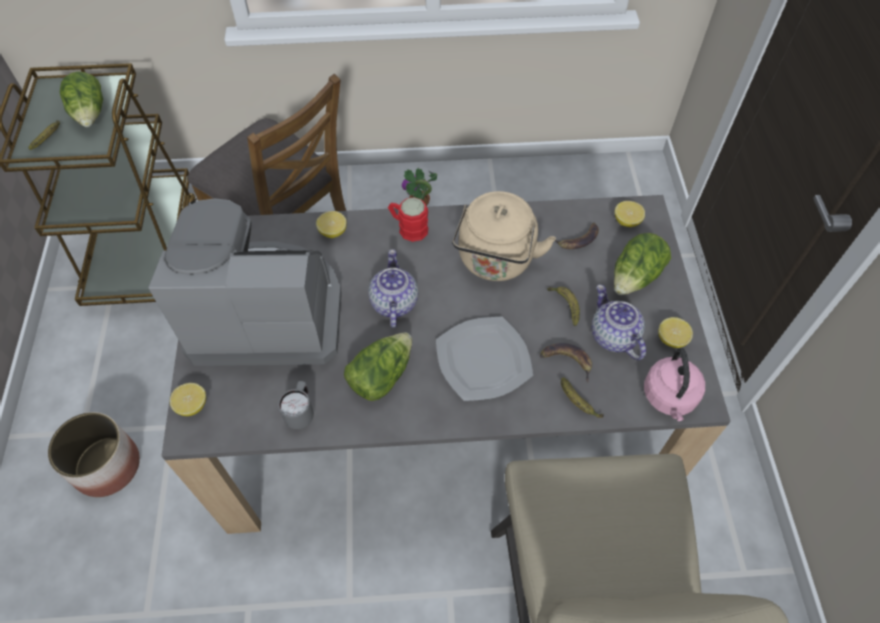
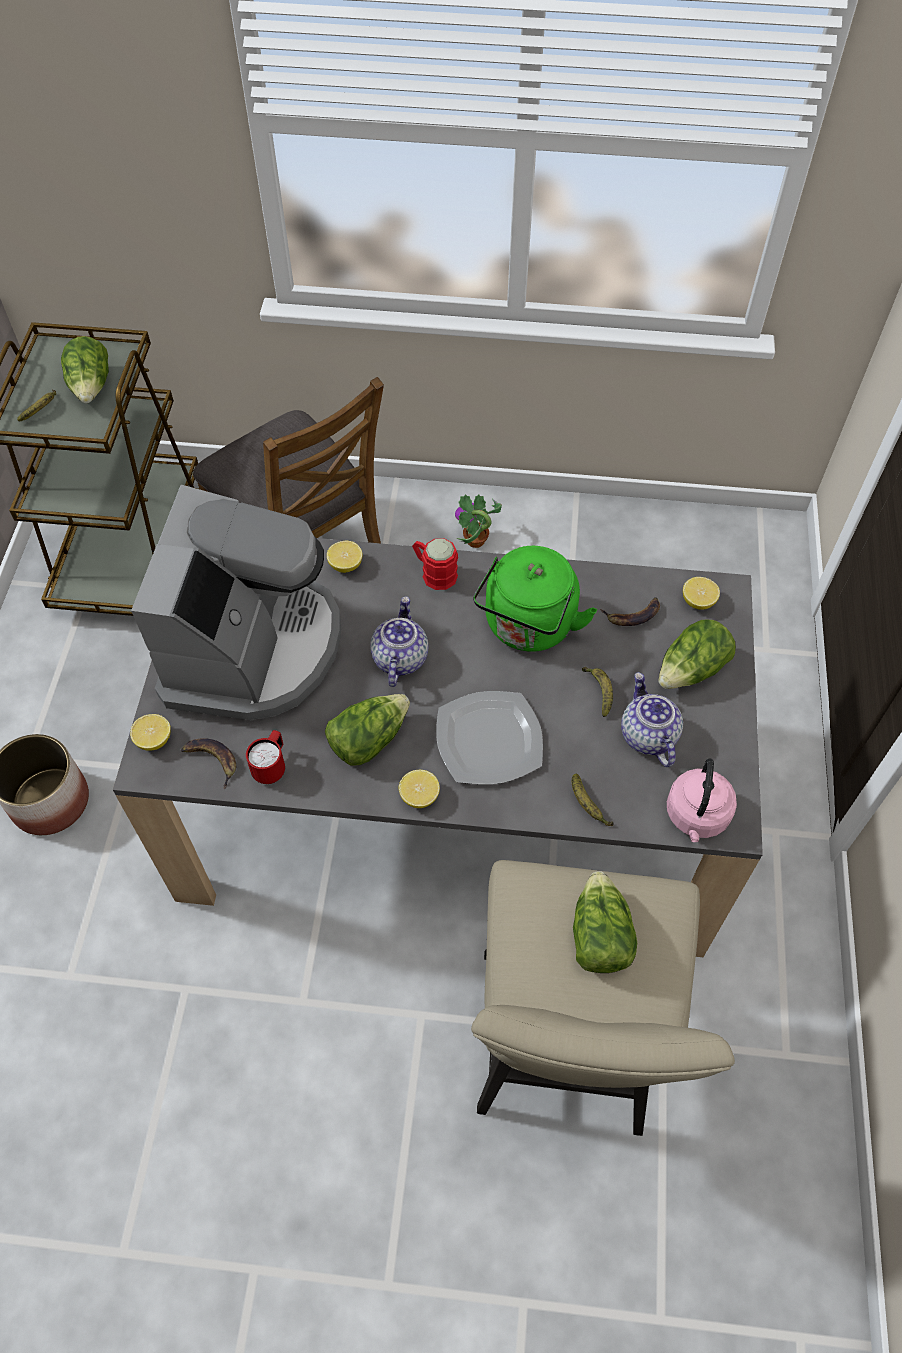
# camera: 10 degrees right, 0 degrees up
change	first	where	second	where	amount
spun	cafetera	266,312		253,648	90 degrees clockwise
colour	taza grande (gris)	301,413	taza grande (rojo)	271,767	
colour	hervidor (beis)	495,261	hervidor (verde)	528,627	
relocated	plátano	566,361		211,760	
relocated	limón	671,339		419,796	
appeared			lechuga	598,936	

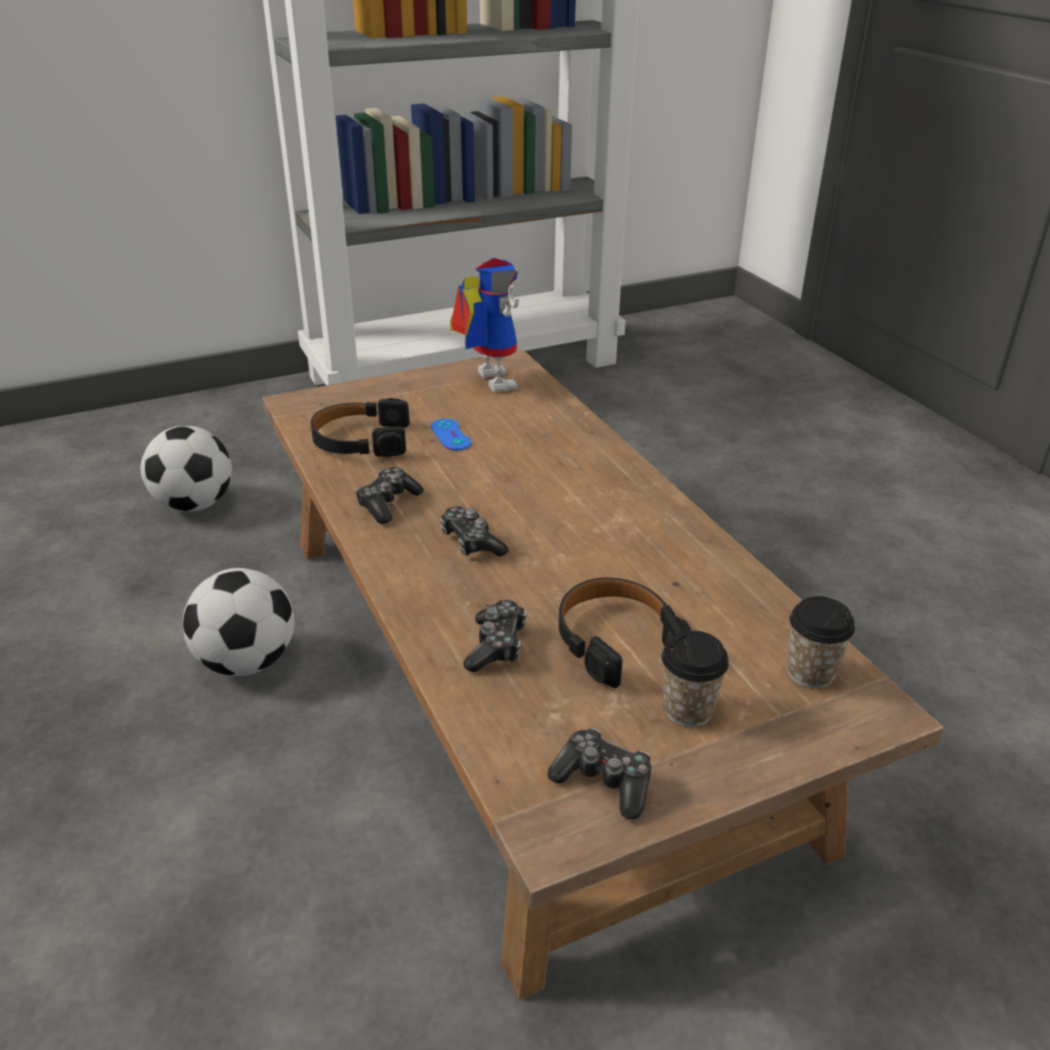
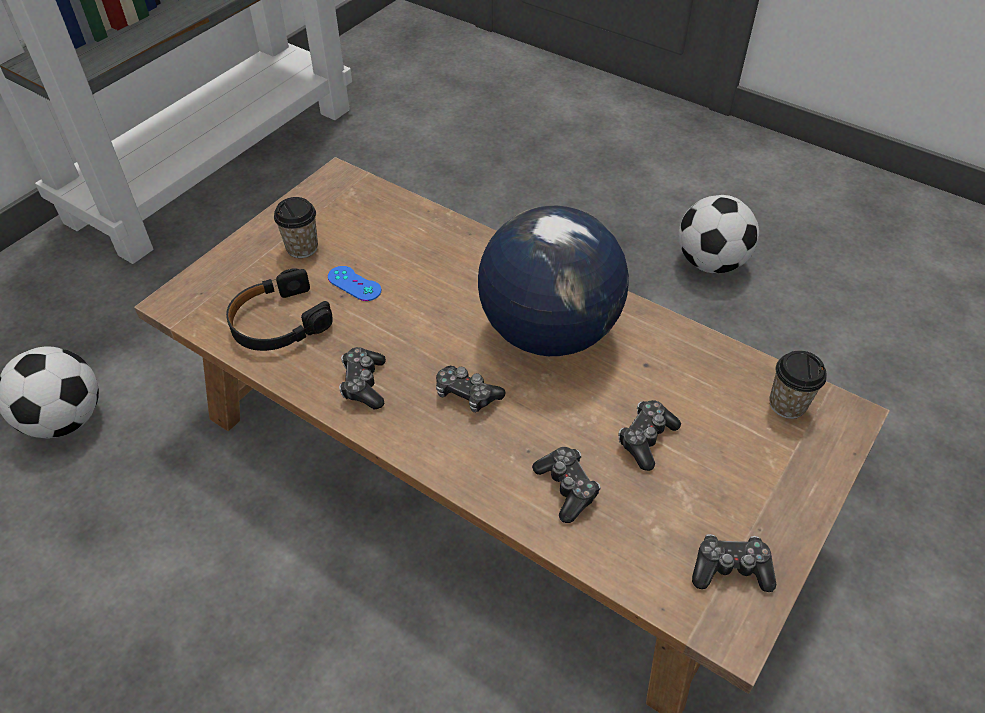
# camera: 30 degrees left, 15 degrees up
change	first	where	second	where	amount
relocated	balón de fútbol	247,662		711,262	
missing	robot de juguete	487,380			
exchanged	auriculares (negro)	616,640	mando de consola	646,439	
relocated	taza	688,710		302,248	
appeared			globo terráqueo	549,331	

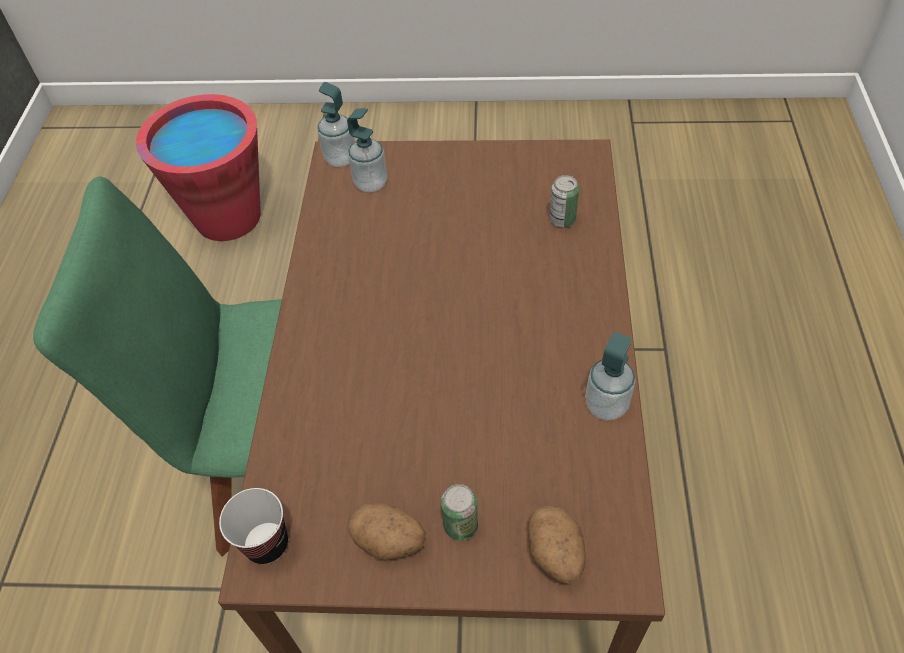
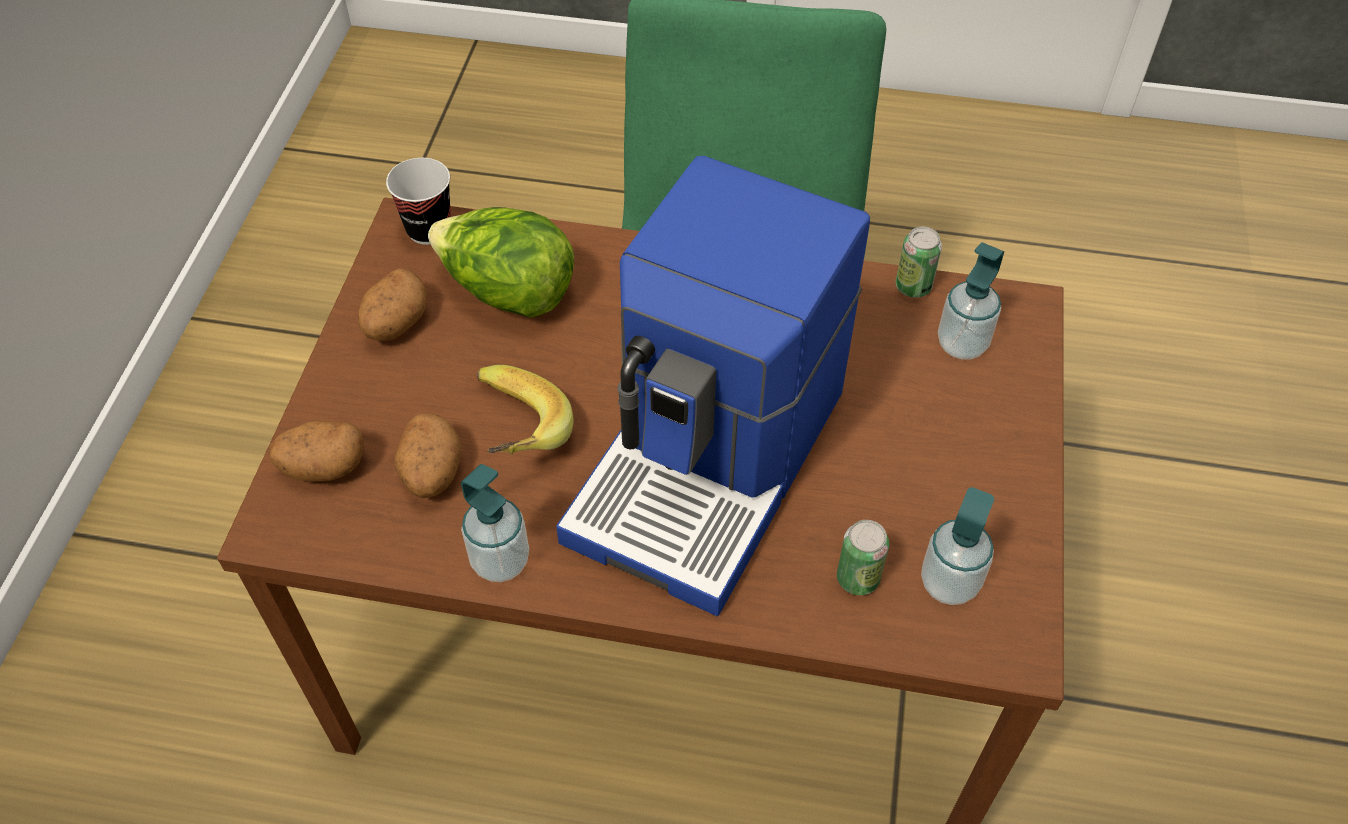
# camera: 95 degrees right, 0 degrees up
change	first	where	second	where	amount
missing	cubo (rojo)	228,217			
relocated	dispensador de jabón	340,158		949,583	
relocated	lata	460,526		913,286	
appeared			patata	432,473	
appeared			lechuga	508,293	
appeared			plátano	512,435	
appeared			cafetera	712,464	

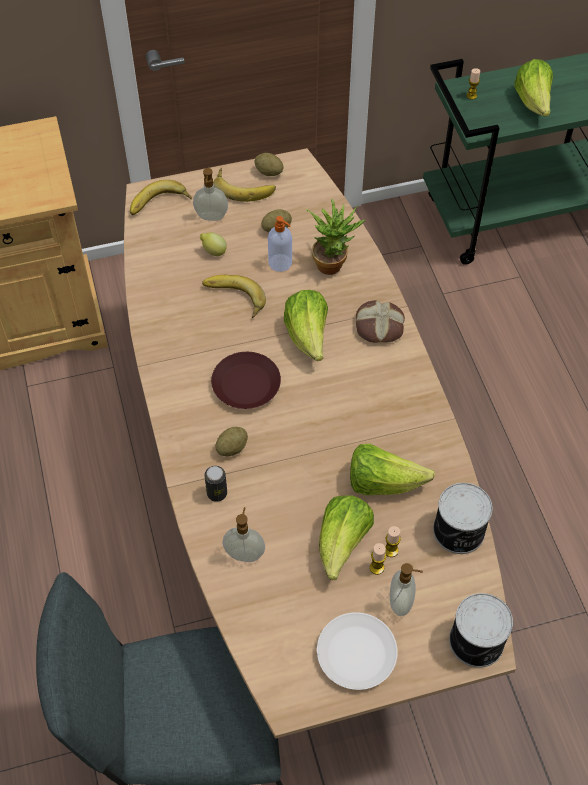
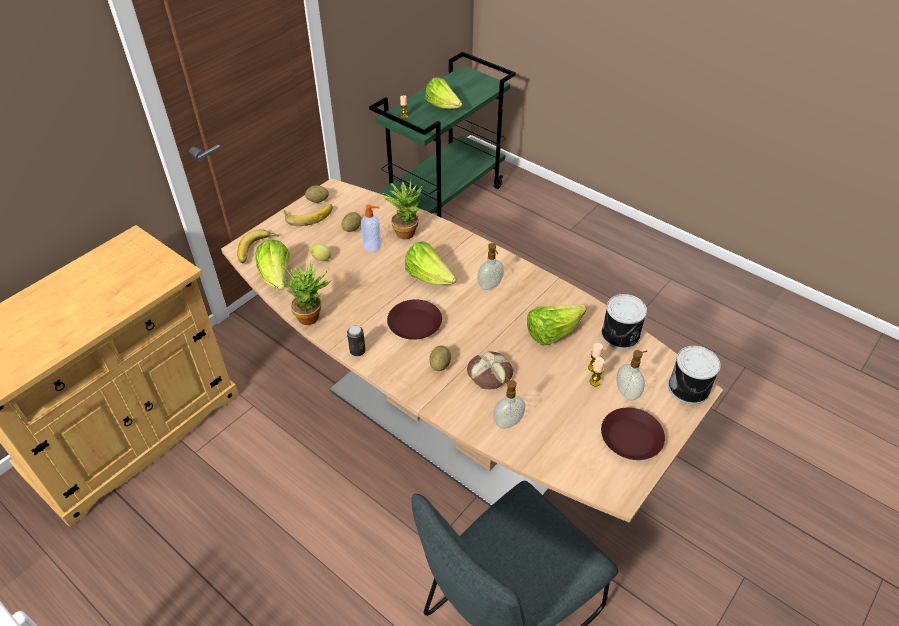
# camera: 35 degrees left, 10 degrees down
change	first	where	second	where	amount
relocated	dispensador de jabón	211,217		490,286	
missing	plátano	233,299			
relocated	lata	217,493		357,351	
colour	plato (blanco)	356,653	plato (marrón)	630,437	
relocated	lechuga	342,544		277,277	
relocated	pan	379,327		490,375	
appeared			planta en maceta	312,316	

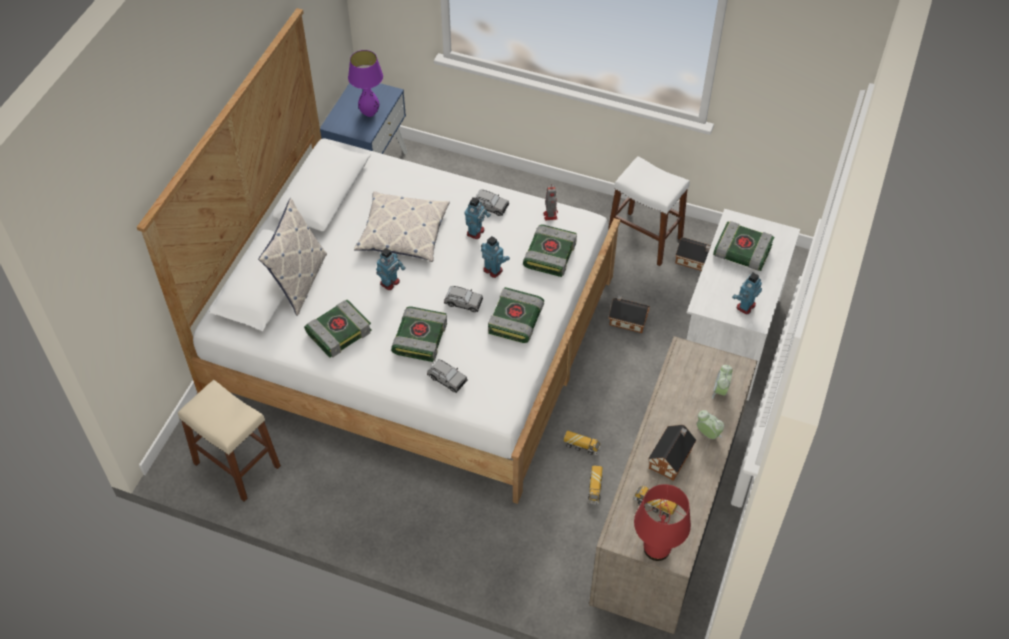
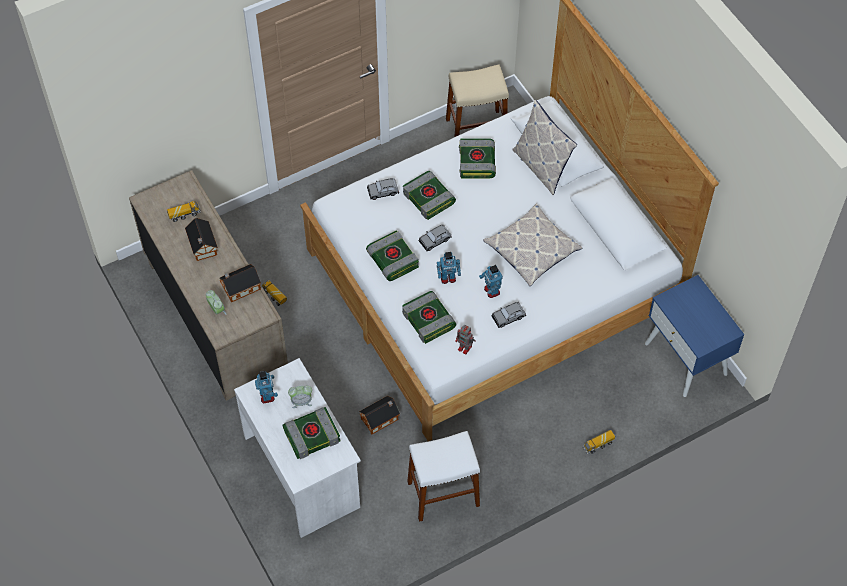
# camera: 130 degrees right, 5 degrees up
change	first	where	second	where	amount
missing	lámpara de mesa (morado)	369,113			
missing	robot de juguete	390,283			
relocated	camión de juguete	582,447		598,445	
missing	lámpara de mesa (rojo)	656,548			
relocated	casita	695,260		239,288	
relocated	despertador	708,434		301,402	

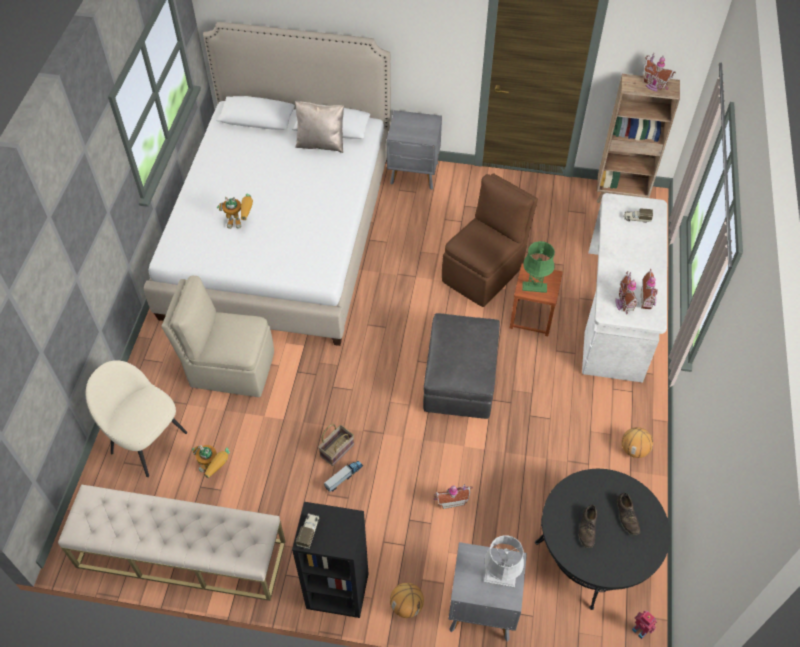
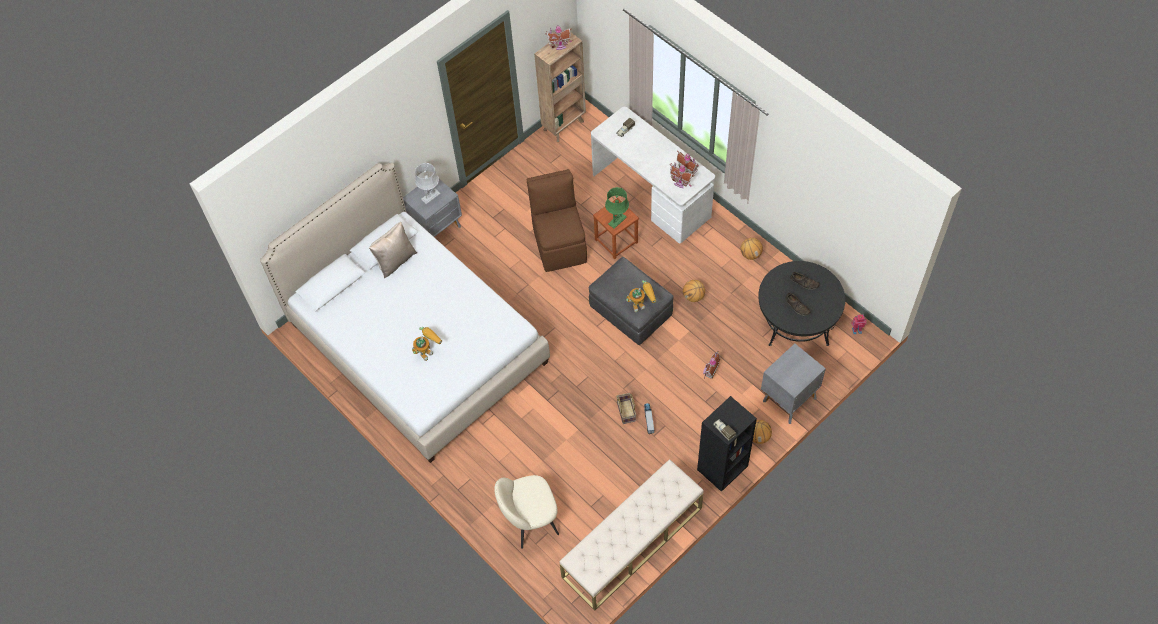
# camera: 50 degrees left, 5 degrees up
change	first	where	second	where	amount
missing	silla (beis)	230,368			
relocated	robot de juguete	214,470		641,304	
relocated	lámpara de mesa (gris)	499,578		430,196	
appeared			balón de baloncesto	693,296	

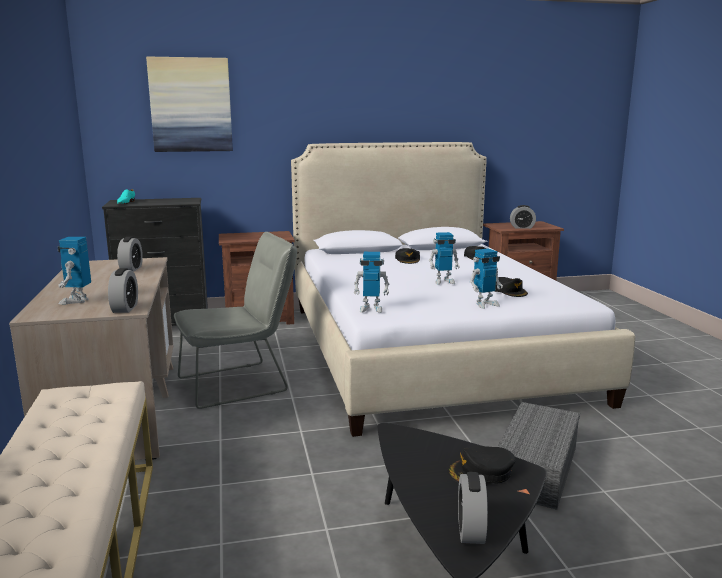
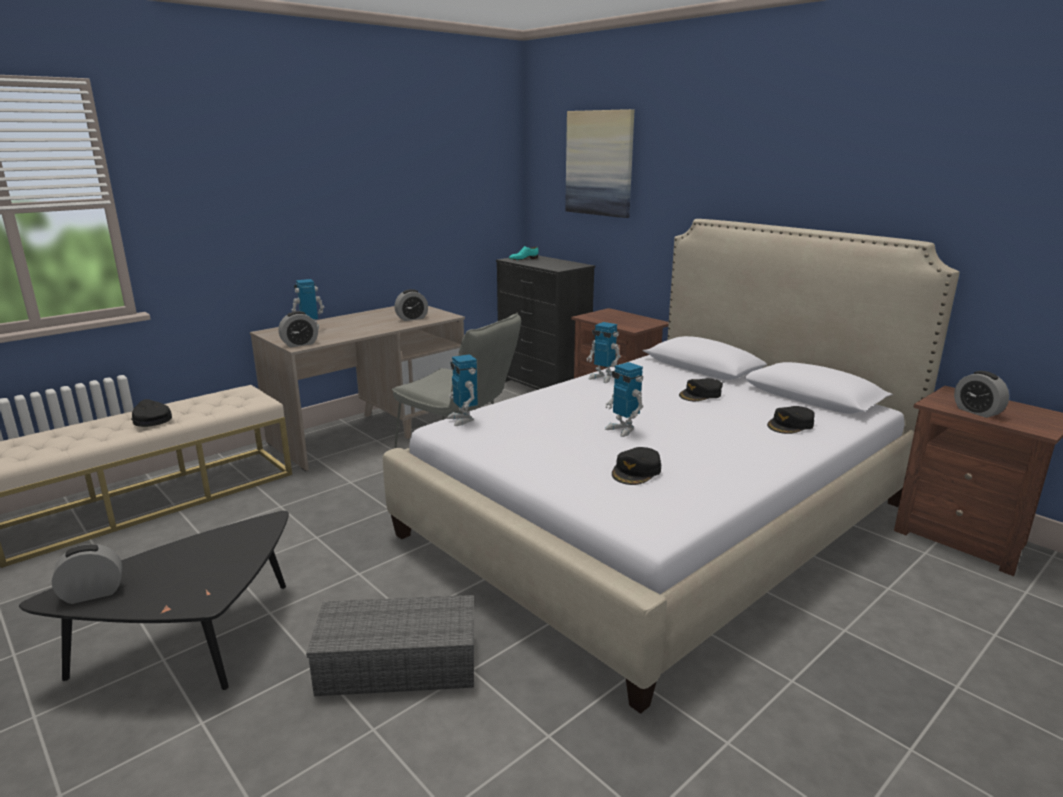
# camera: 60 degrees right, 5 degrees up
change	first	where	second	where	amount
relocated	gorra (negro)	481,472		151,419	
relocated	robot de juguete	485,304		602,378	

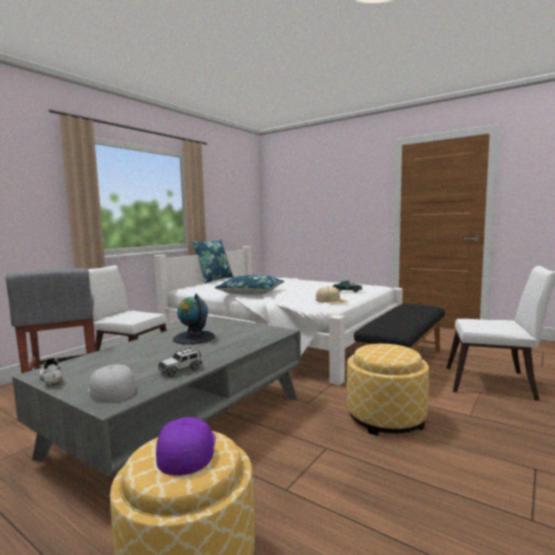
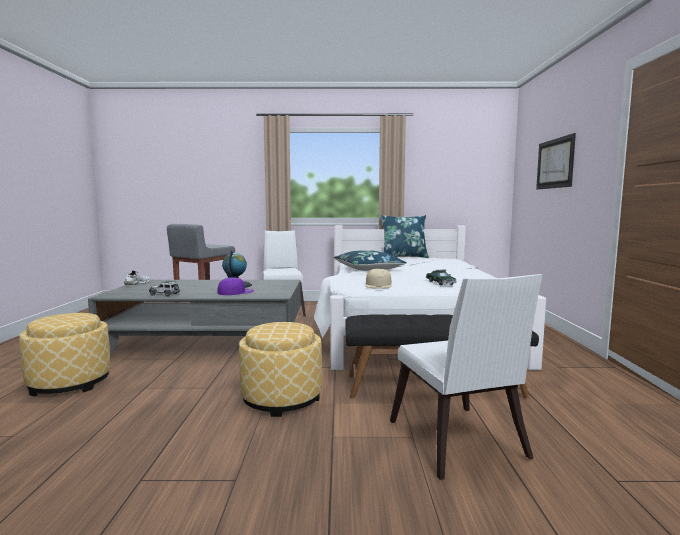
# camera: 55 degrees right, 0 degrees up
change	first	where	second	where	amount
missing	gorra (blanco)	111,389			
relocated	gorra (morado)	186,449		236,292	
appeared			cuadro	554,163	

